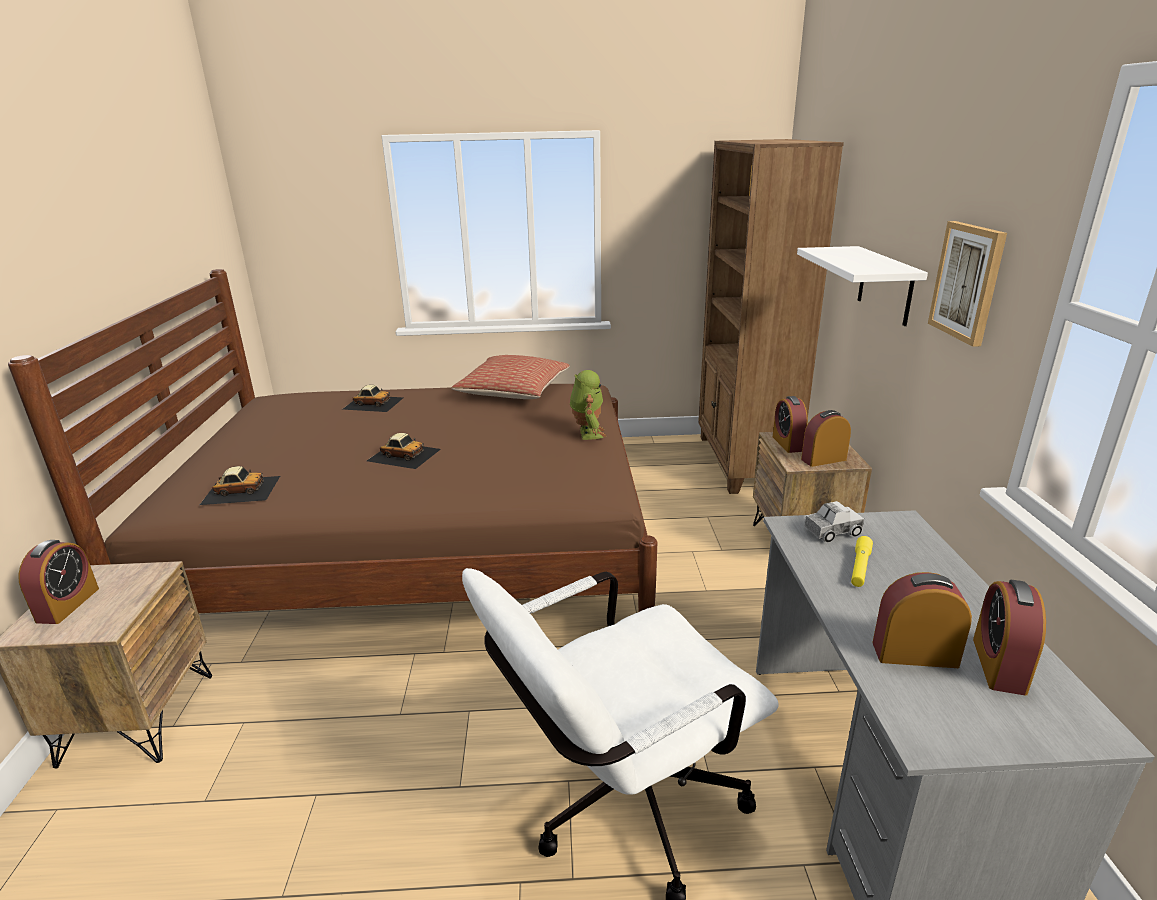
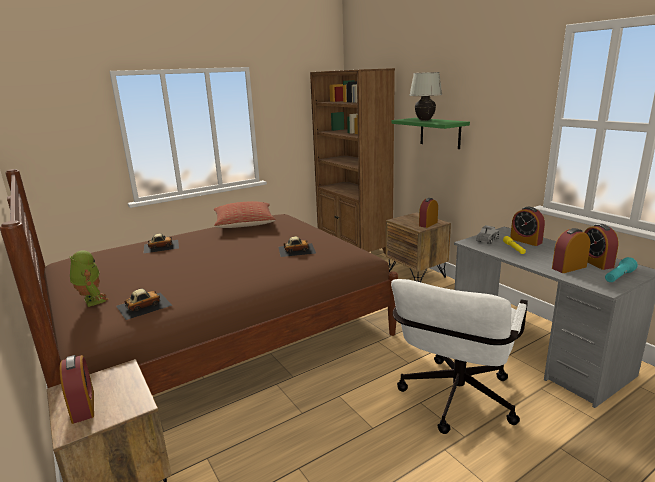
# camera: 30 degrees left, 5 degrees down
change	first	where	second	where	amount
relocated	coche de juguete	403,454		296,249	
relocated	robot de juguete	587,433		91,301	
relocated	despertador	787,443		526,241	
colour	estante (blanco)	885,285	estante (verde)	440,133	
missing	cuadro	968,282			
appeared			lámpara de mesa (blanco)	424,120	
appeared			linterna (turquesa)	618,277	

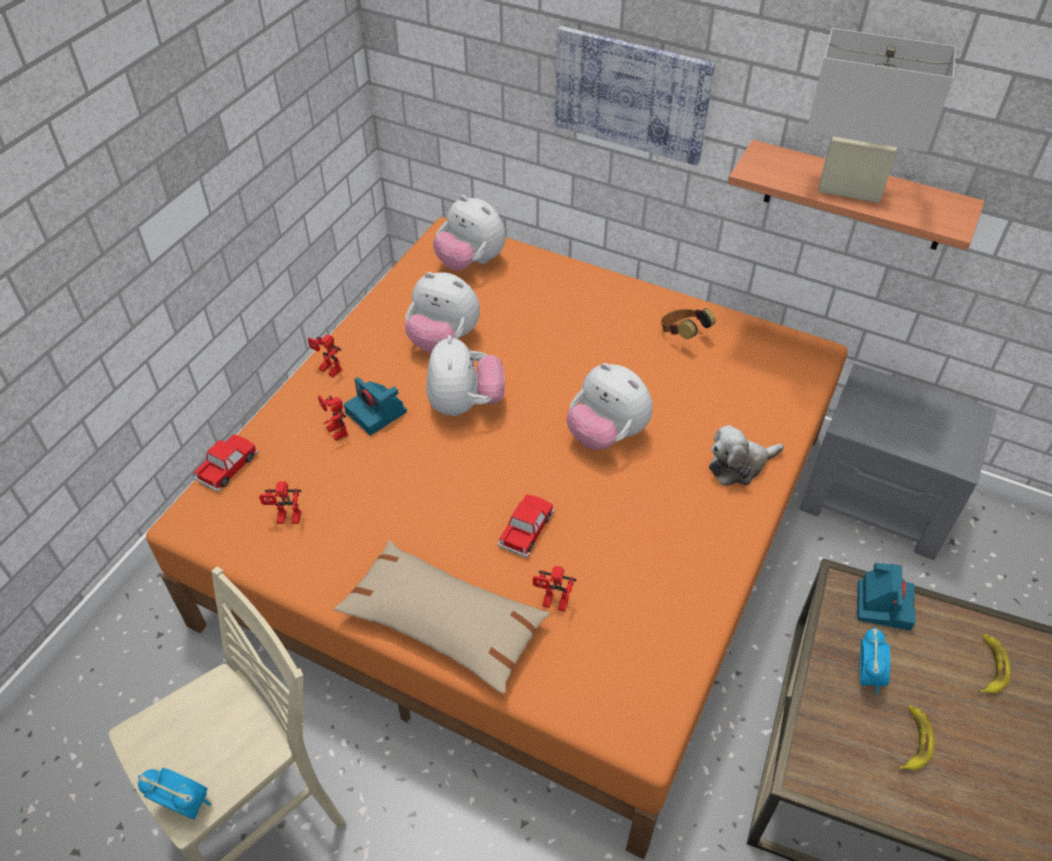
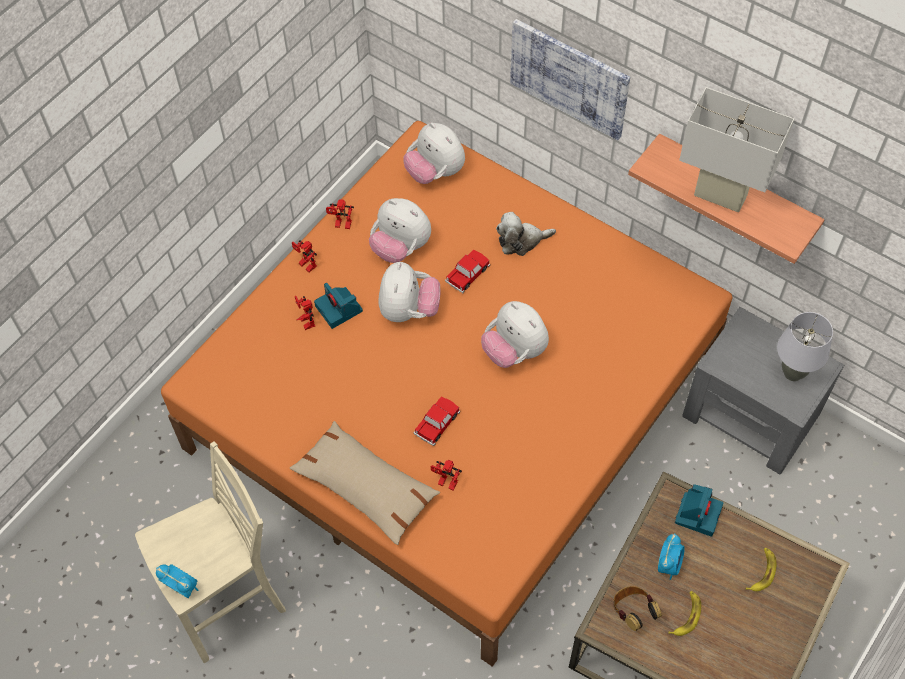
# camera: 10 degrees right, 10 degrees up
change	first	where	second	where	amount
relocated	coche de juguete	228,467		468,274	
relocated	robot de juguete	286,520		341,225	
relocated	auriculares	682,334		633,611	
relocated	peluche	739,465		521,241	
appeared			lámpara de mesa (gris)	792,373	

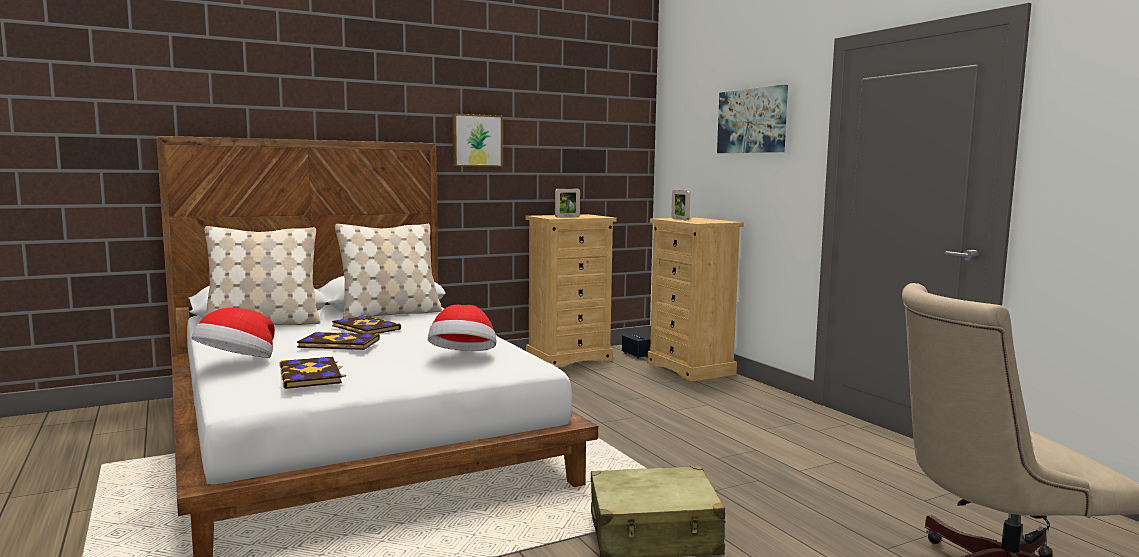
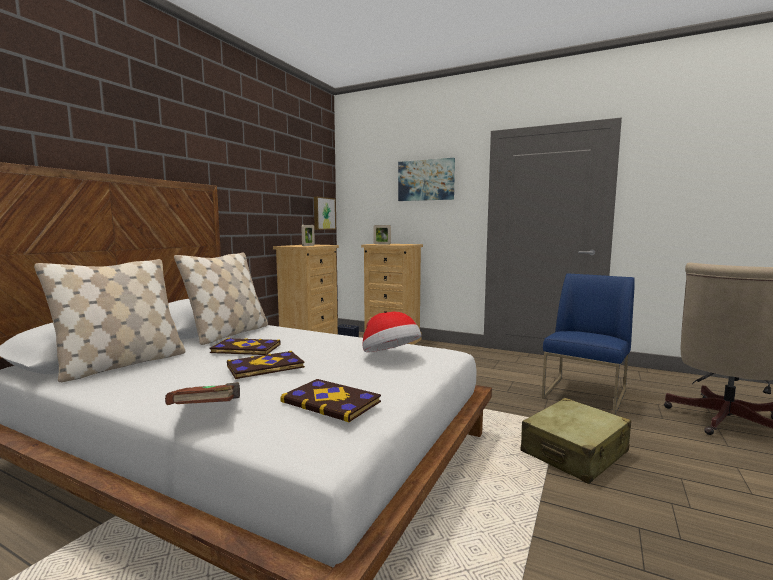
# camera: 35 degrees left, 0 degrees up
change	first	where	second	where	amount
exchanged	sombrero	237,363	libro (marrón)	209,410	
relocated	cuadro	476,140		323,213	
appeared			silla (azul)	585,394	

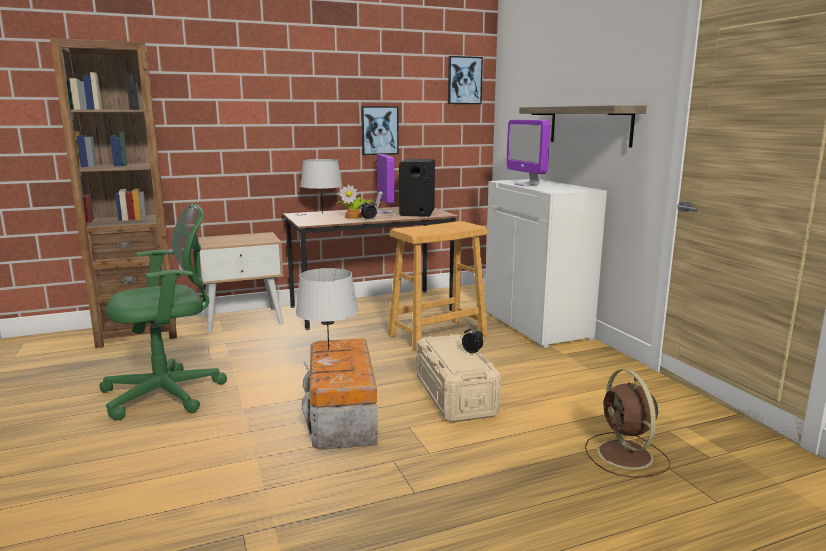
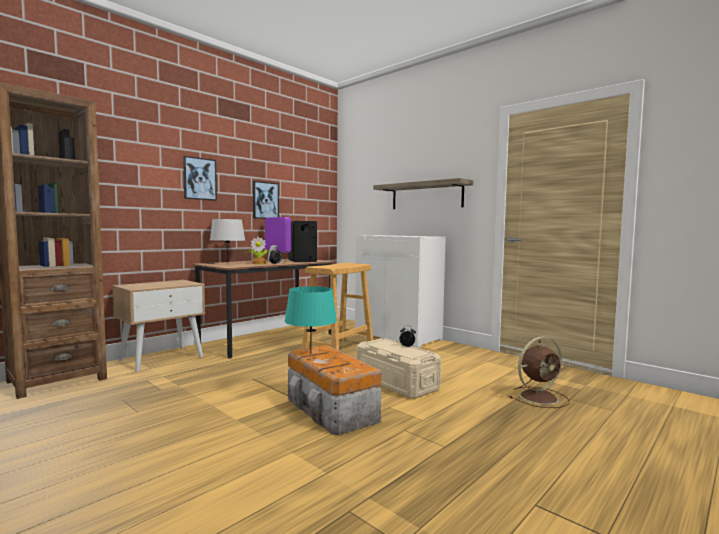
# camera: 25 degrees left, 10 degrees down
change	first	where	second	where	amount
missing	silla de oficina (verde)	169,393			
colour	lámpara de mesa (gris)	329,349	lámpara de mesa (turquesa)	311,354	
relocated	cuadro	464,80		199,179	
missing	monitor	526,185			
spun	ventilador (marrón)	626,456		540,397	75 degrees counterclockwise

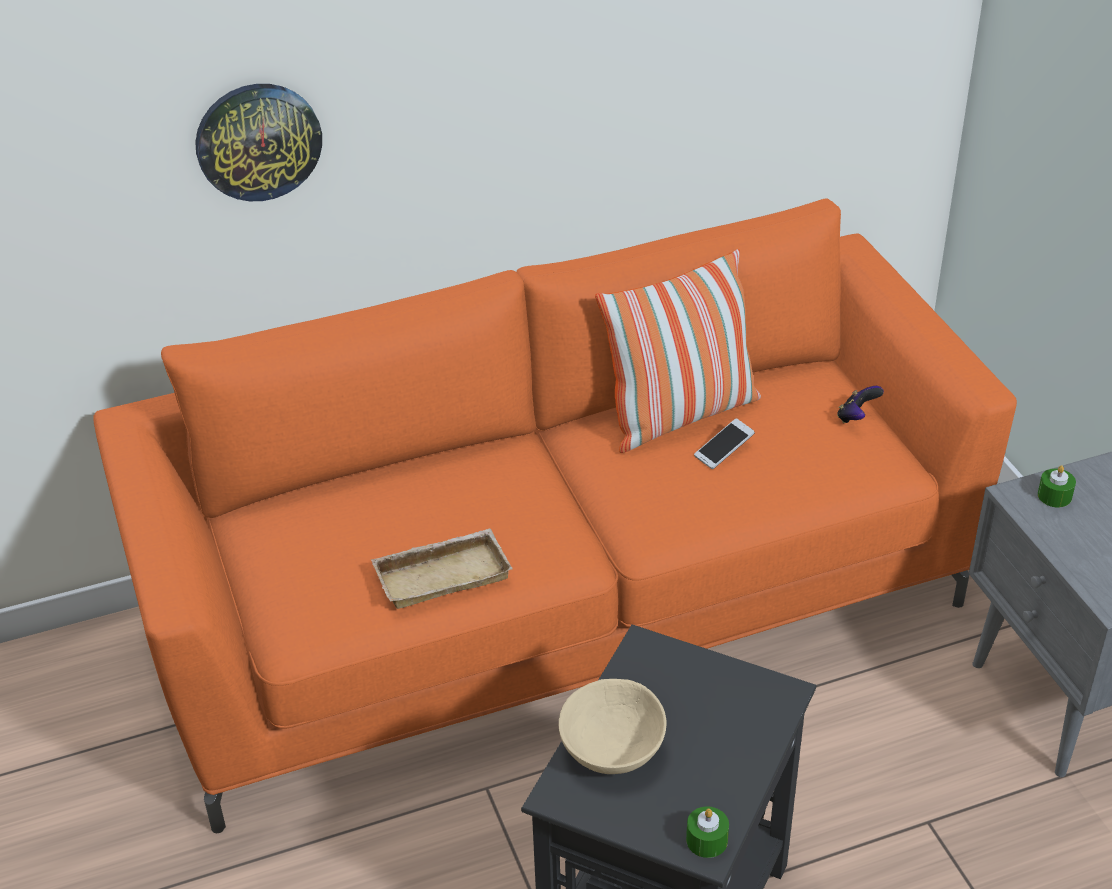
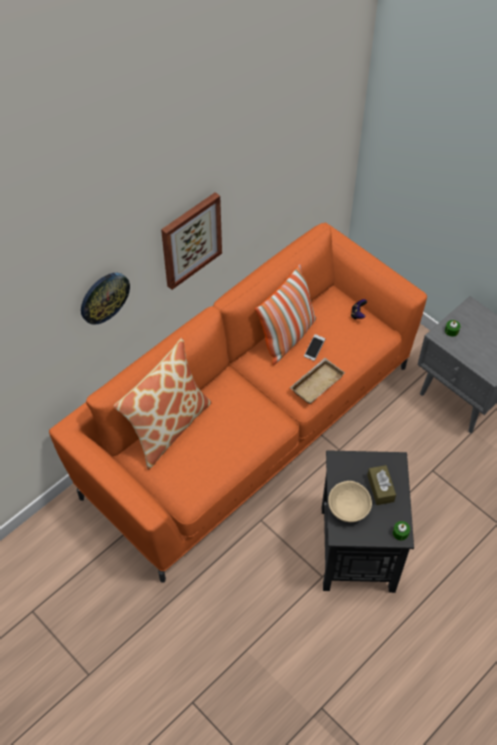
# camera: 25 degrees left, 15 degrees up
change	first	where	second	where	amount
relocated	bandeja (beis)	443,573		316,382	
appeared			cojín	168,427	
appeared			cuadro	190,240	
appeared			caja de pañuelos (marrón)	380,488	

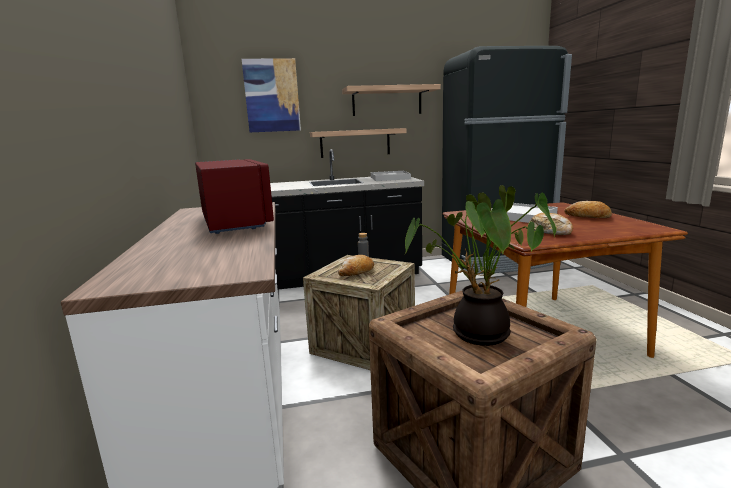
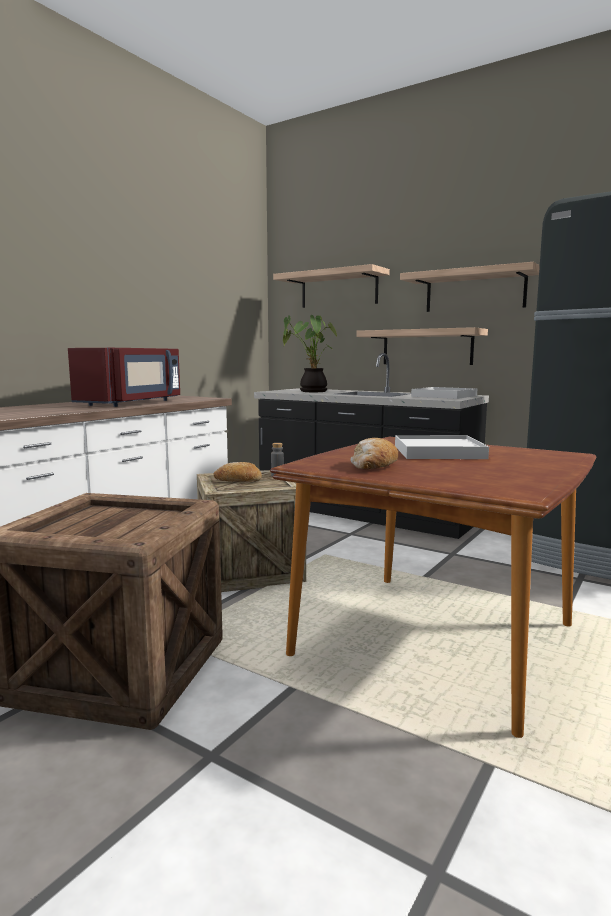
# camera: 45 degrees right, 5 degrees down
change	first	where	second	where	amount
exchanged	cuadro	272,96	estante	339,289	
relocated	planta en maceta	476,335		311,391	
missing	pan	587,217			

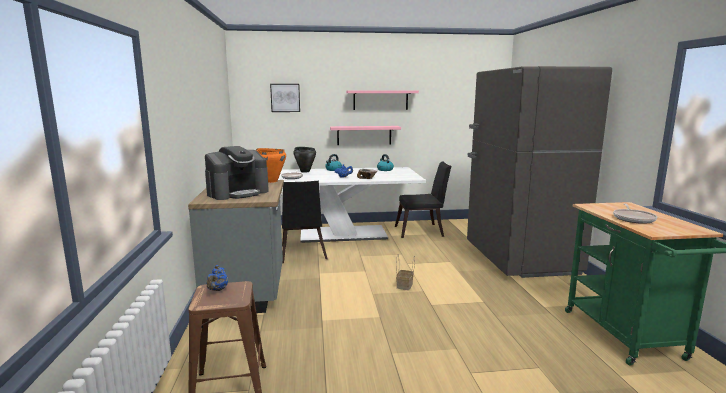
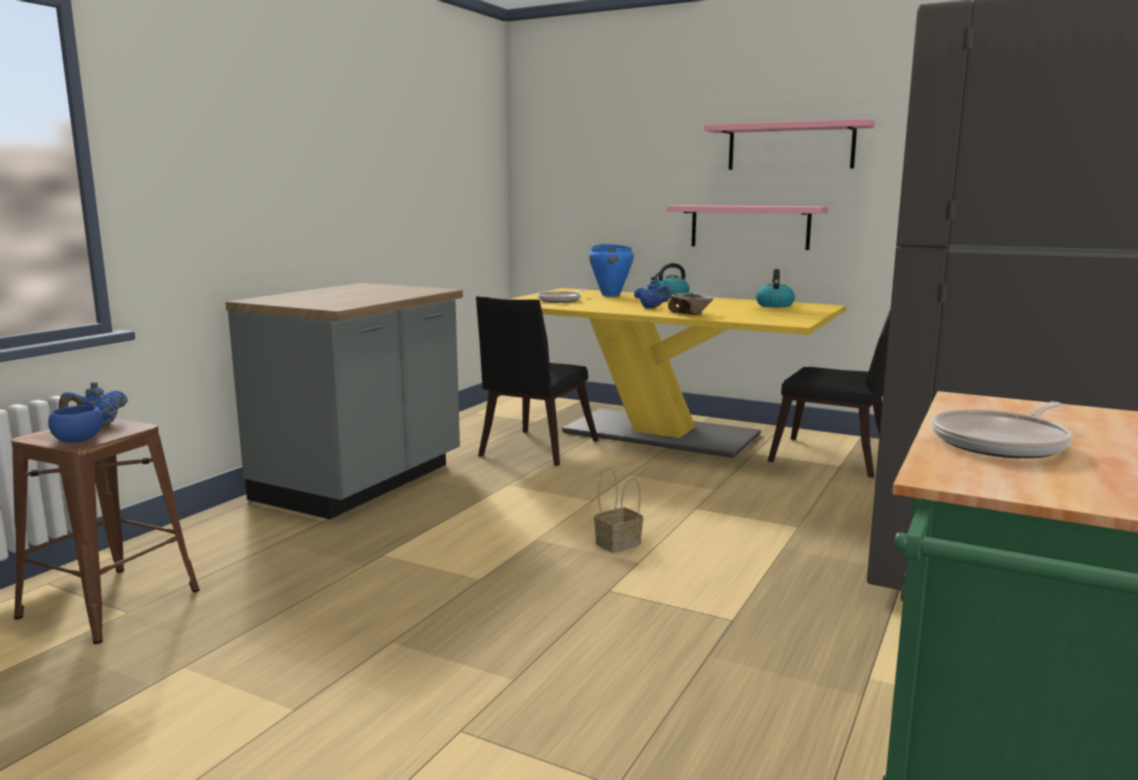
# camera: 35 degrees right, 0 degrees up
change	first	where	second	where	amount
missing	cafetera	238,193			
missing	olla (naranja)	271,181			
missing	cuadro	285,98			
colour	mesa de comedor (blanco)	343,234	mesa de comedor (amarillo)	660,433	
colour	olla (negro)	305,171	olla (azul)	611,295	
appeared			cuenco (azul)	79,440	

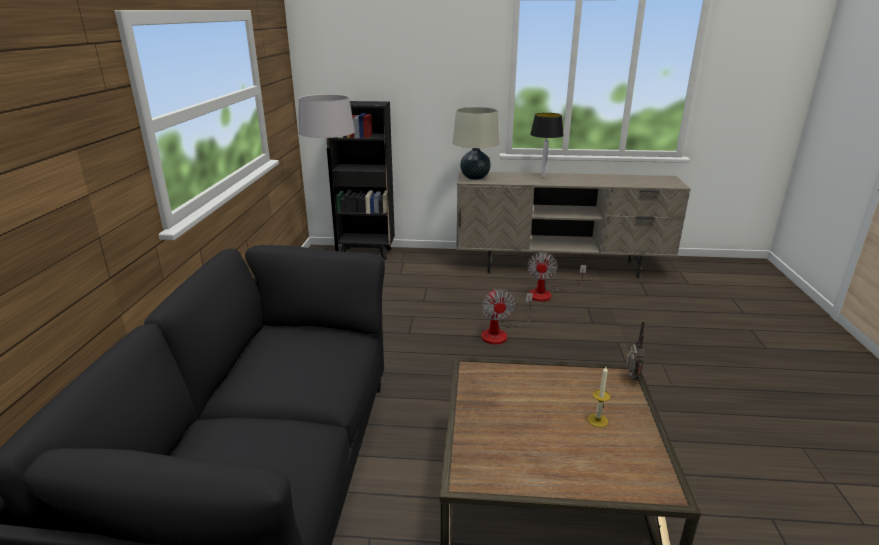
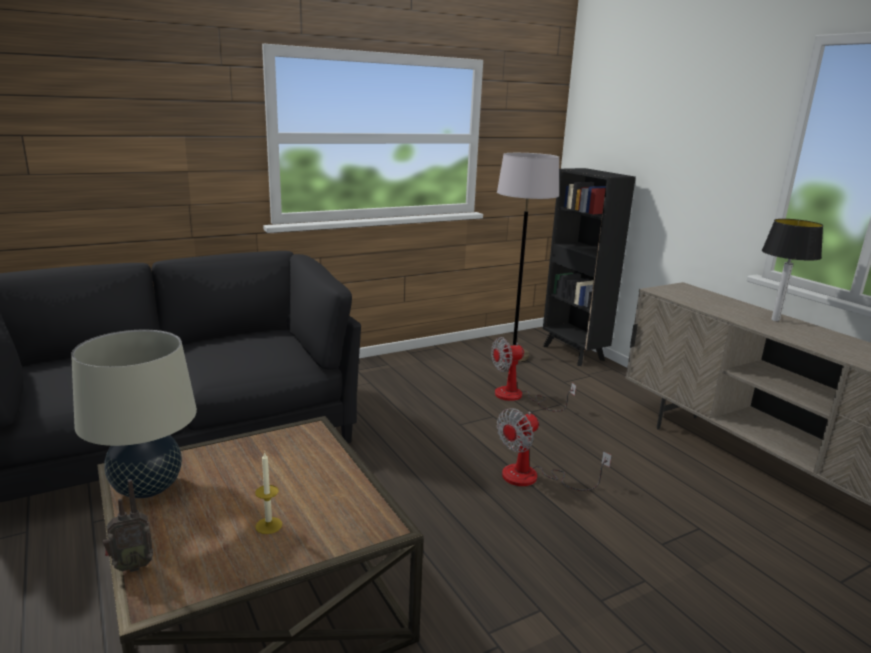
# camera: 55 degrees right, 5 degrees down
change	first	where	second	where	amount
relocated	lámpara de mesa (beis)	475,177		147,488	
relocated	ventilador	547,294		518,397	
relocated	radio	631,379		132,566	

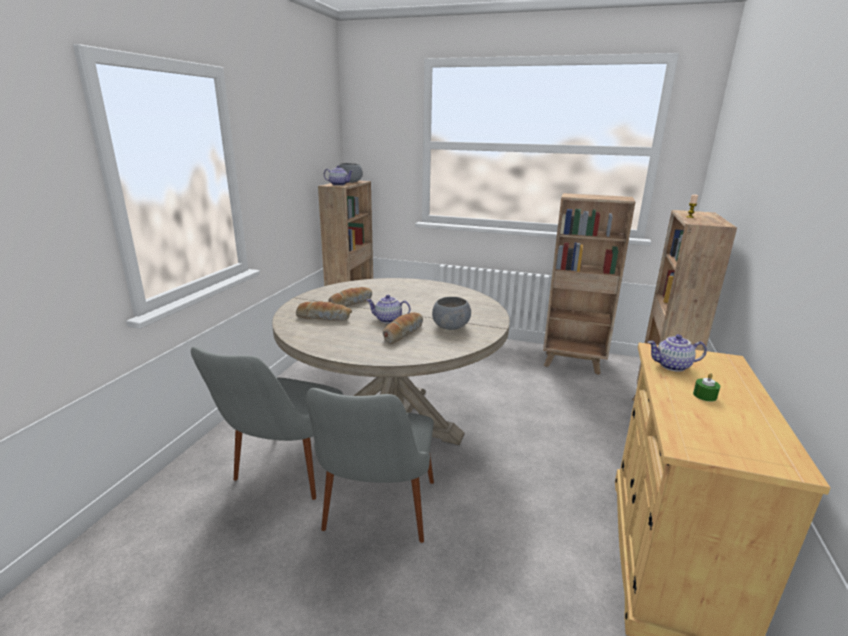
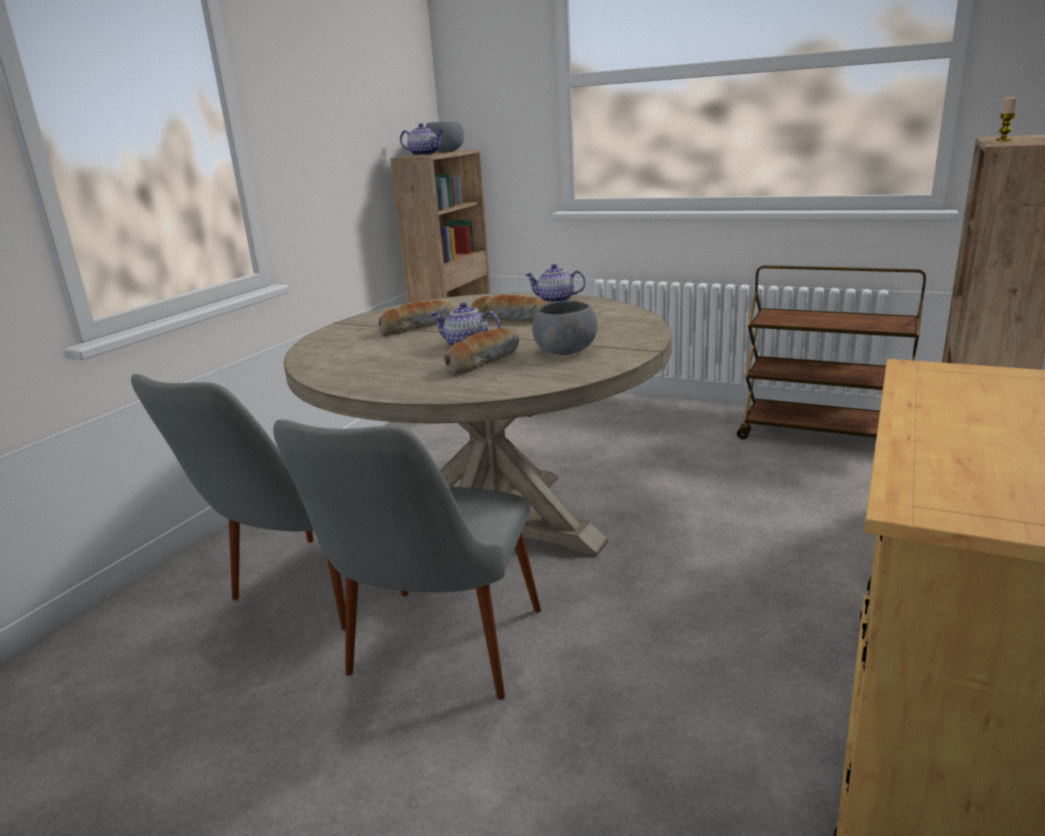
# camera: 10 degrees right, 0 degrees up
change	first	where	second	where	amount
relocated	pan	324,317		511,319	
exchanged	estantería (marrón)	573,363	carrito (marrón)	822,436	
relocated	tetera	672,366		555,300	
missing	vela (verde)	704,395			

